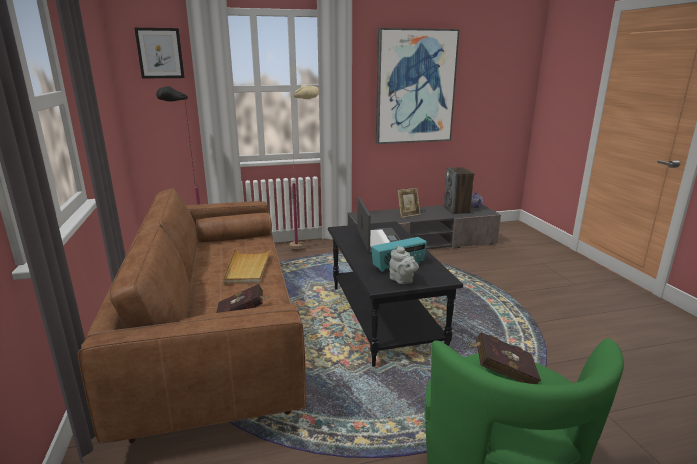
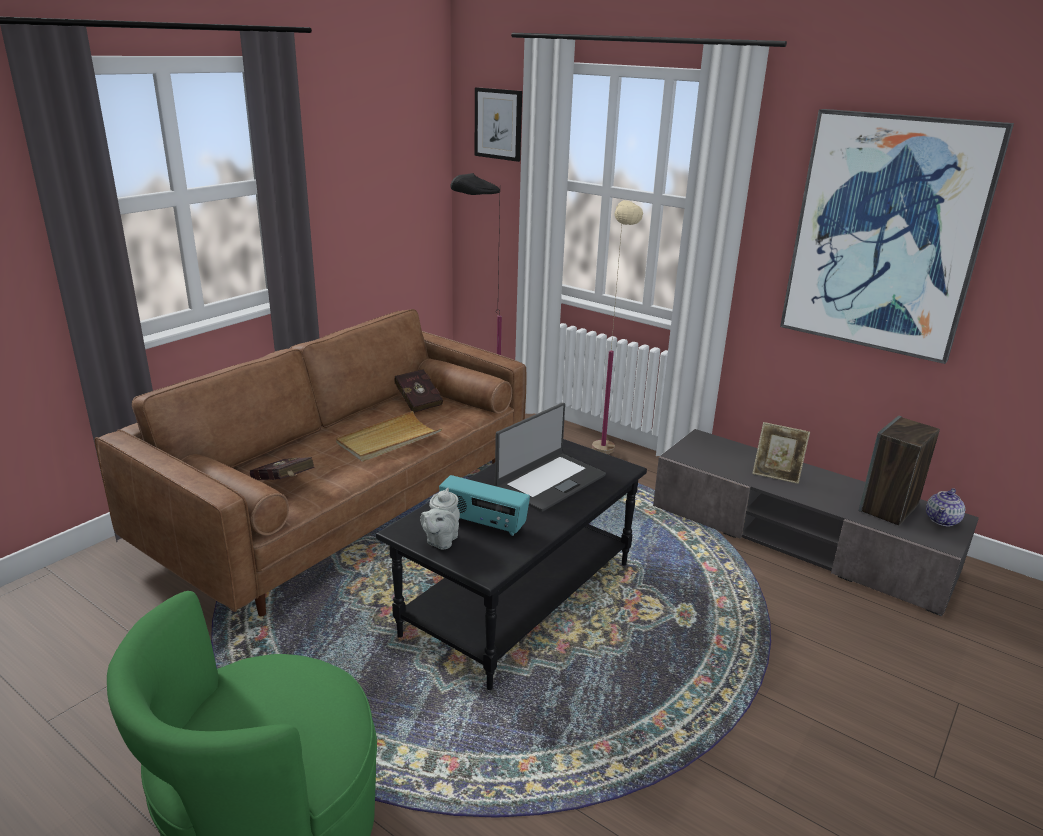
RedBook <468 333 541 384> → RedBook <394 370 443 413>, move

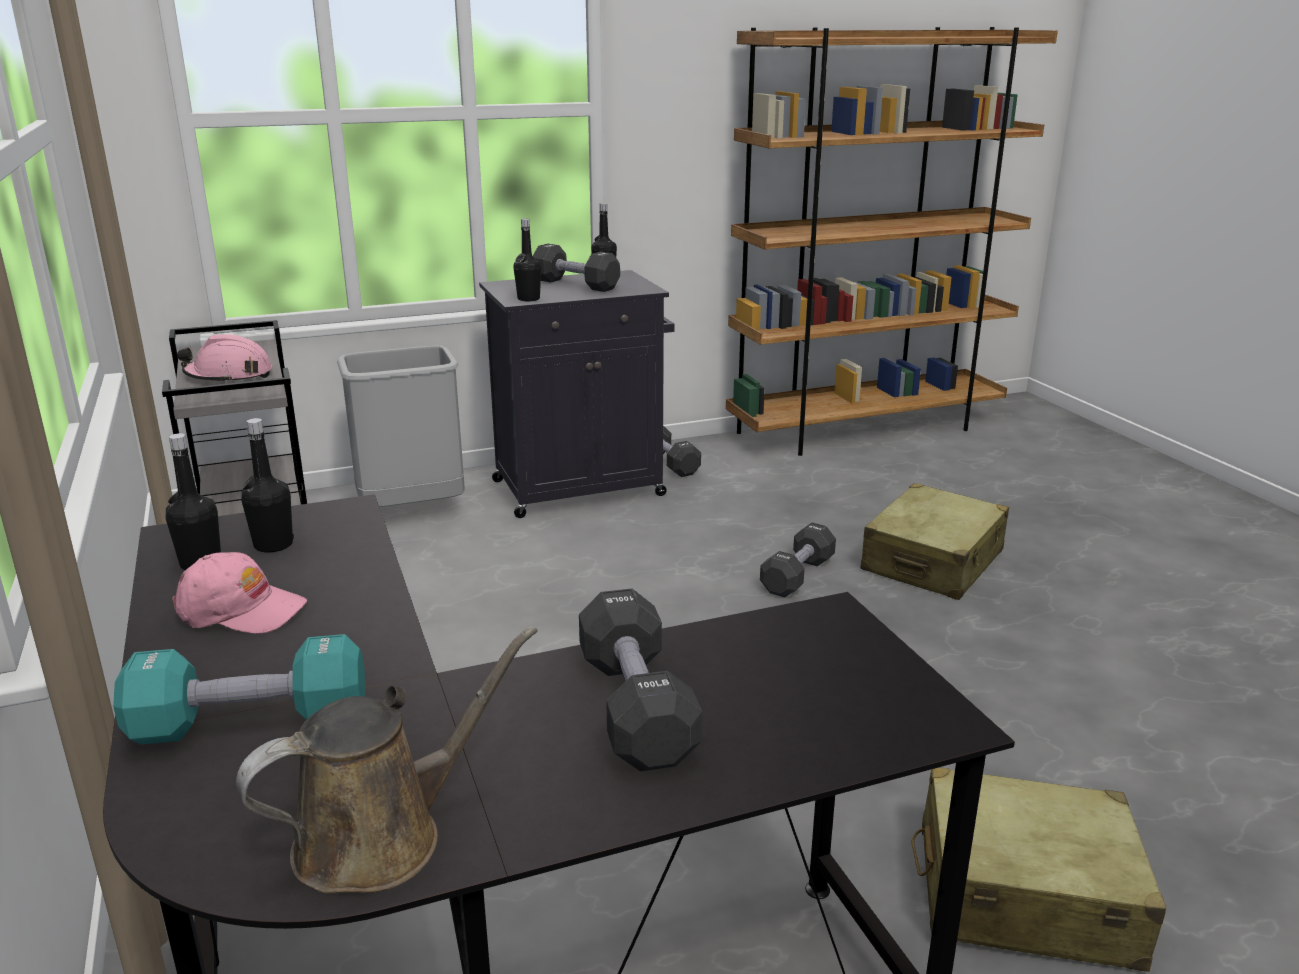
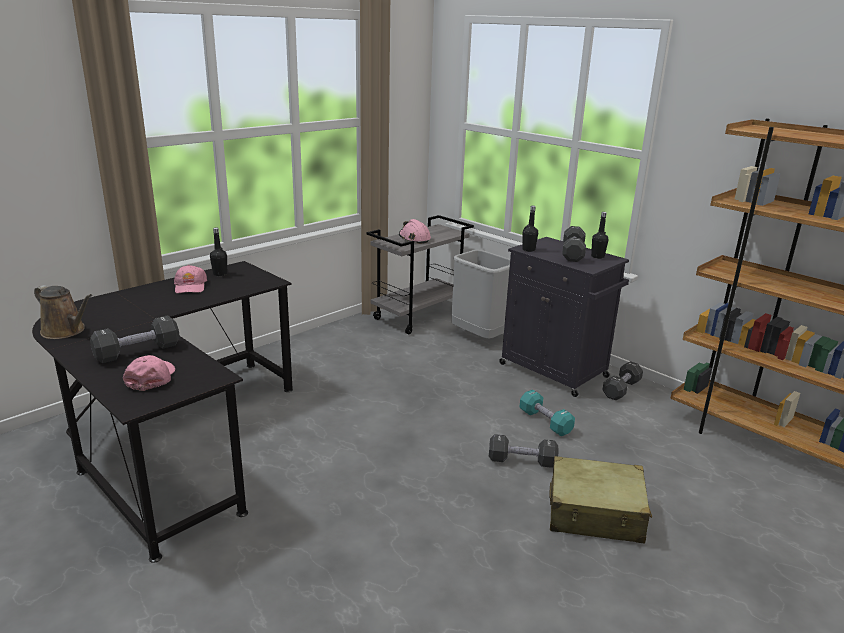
- → PinkCap <123 355 175 391>
TurquoiseDumbbell <113 634 365 745> → TurquoiseDumbbell <519 390 575 436>, move
BlackBottle <241 418 294 553> → -
BeigeSuitcase <912 767 1167 972> → -

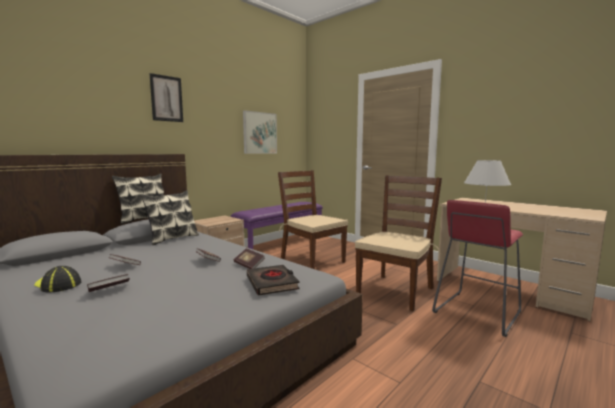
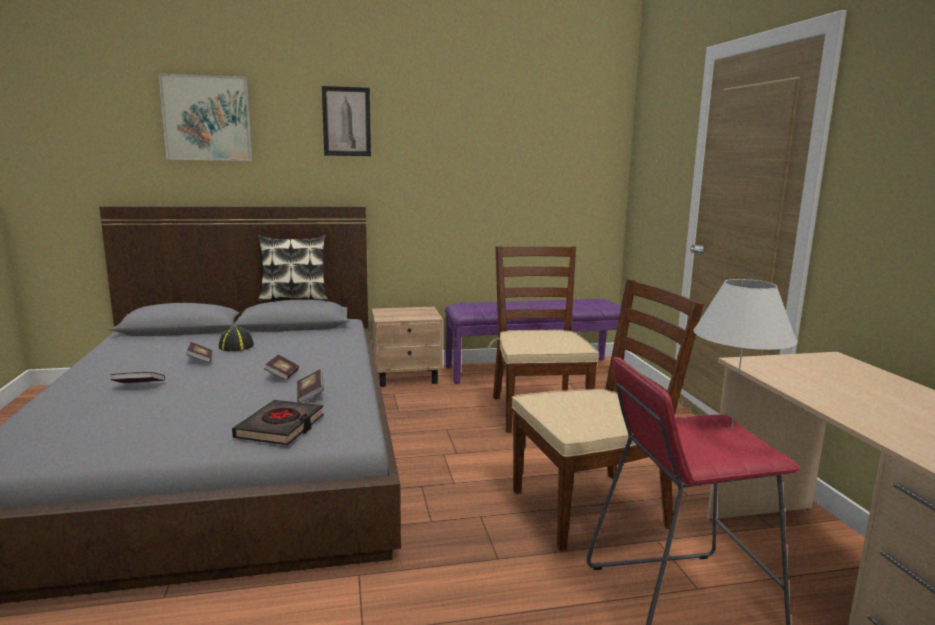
Picture <243 110 277 154> → Picture <158 74 252 161>, move
Cap <34 266 81 293> → Cap <219 326 254 351>, move
Pillow <140 190 199 245> → -

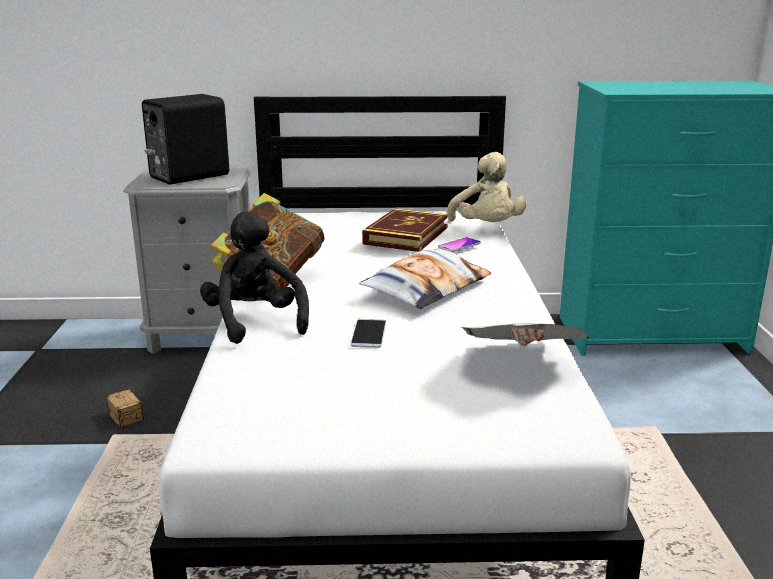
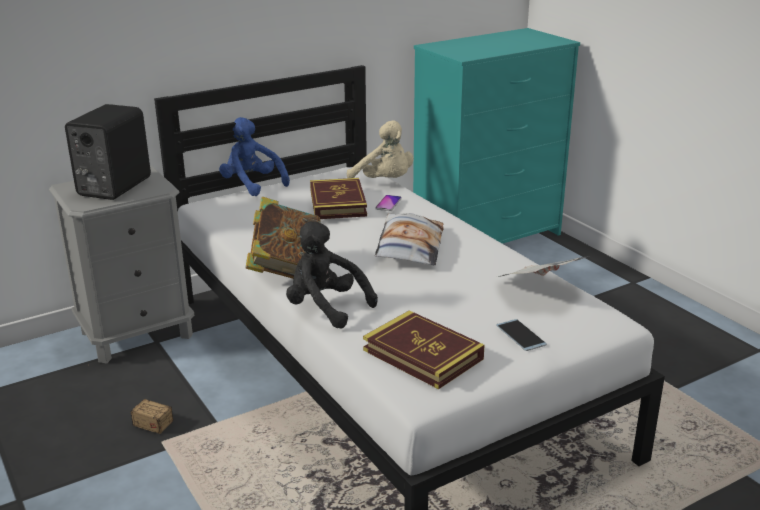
- → BluePlushToy <219 117 290 196>
- → Book <363 310 485 389>
Phone <351 319 386 348> → Phone <496 319 547 351>, move

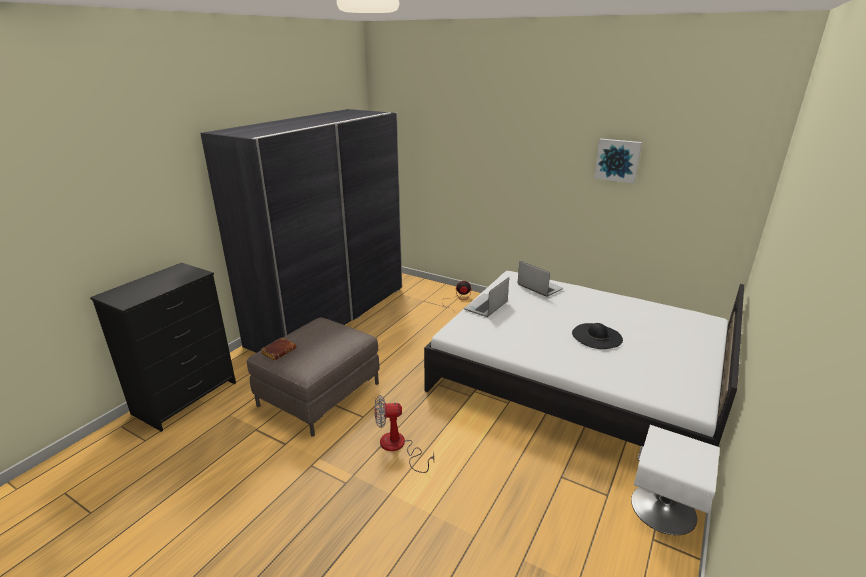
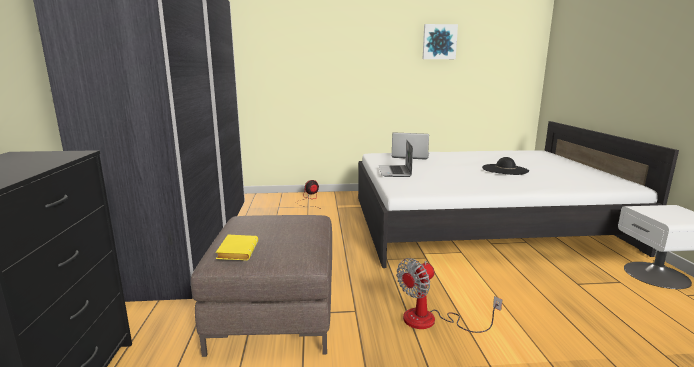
BrownBook <260 337 297 361> → YellowBook <216 235 258 260>

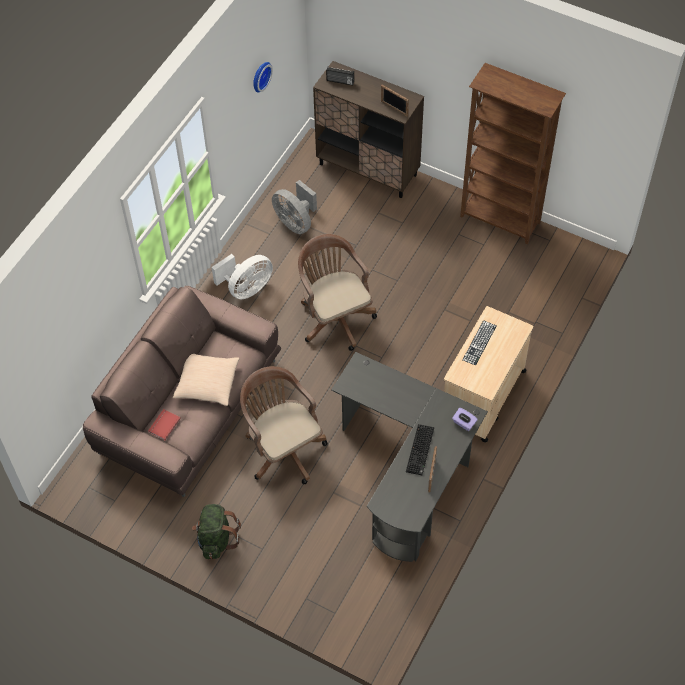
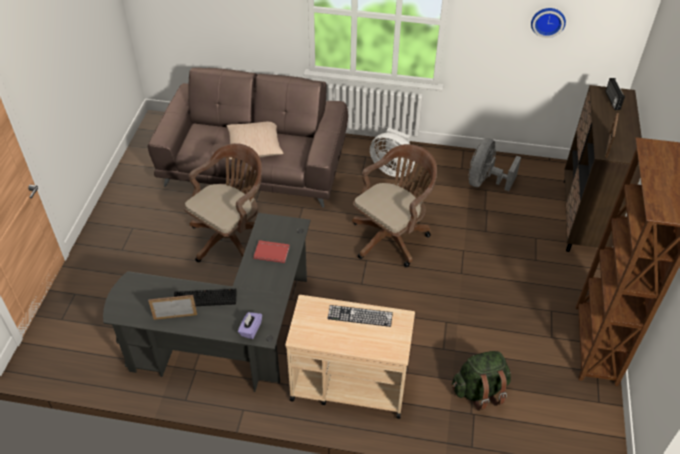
RedBook <148 409 181 440> → RedBook <253 240 290 263>, move
GreenBackpack <192 504 241 559> → GreenBackpack <452 351 511 411>, move

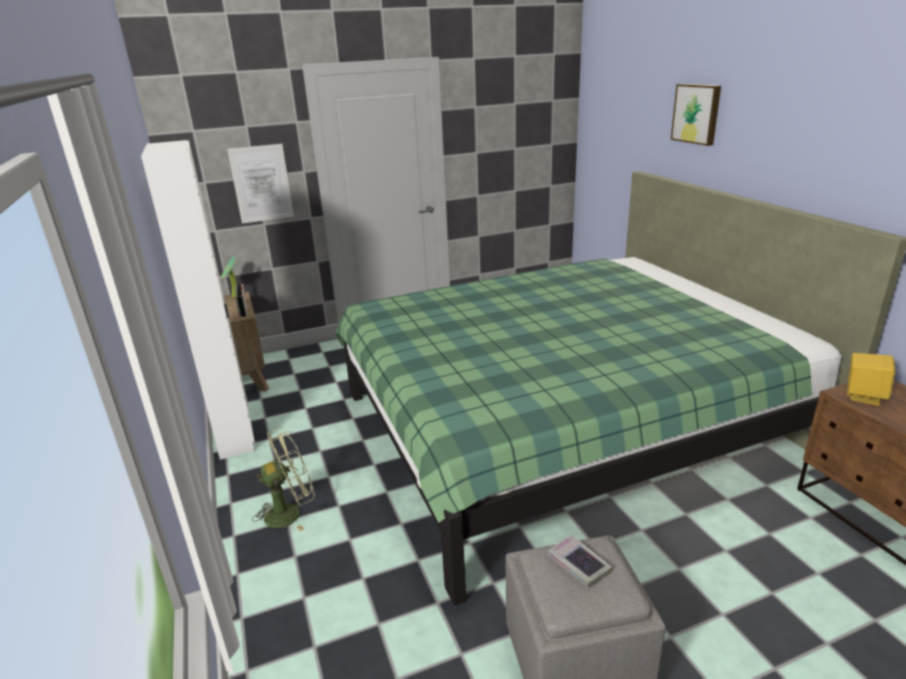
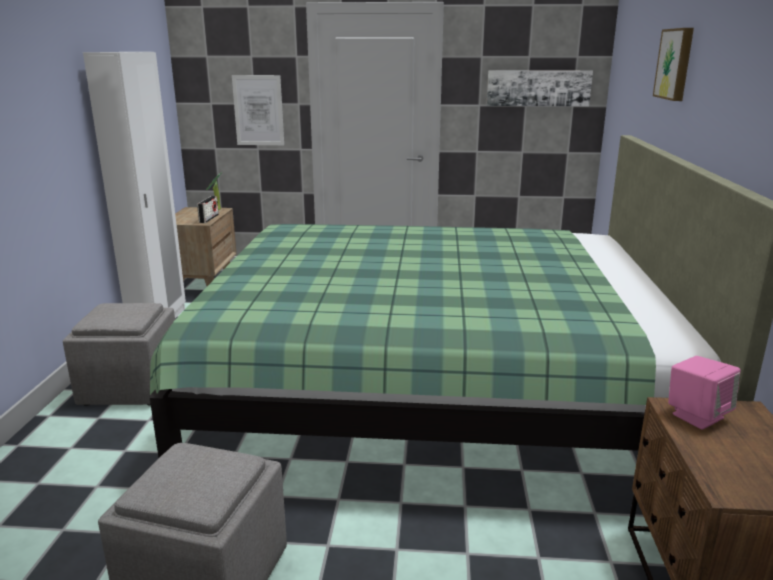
GreenFan <252 427 315 531> → GreyOttoman <63 303 175 406>
- → Picture <486 70 593 107>
YellowSpeaker <847 353 896 406> → PinkSpeaker <668 356 741 430>
Book <548 534 612 587> → -

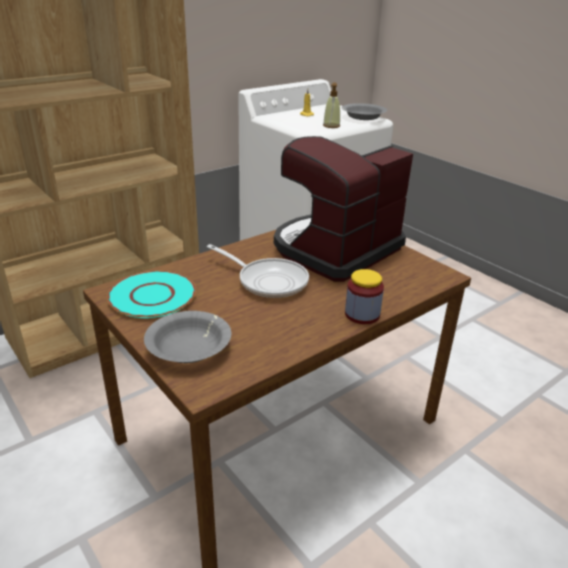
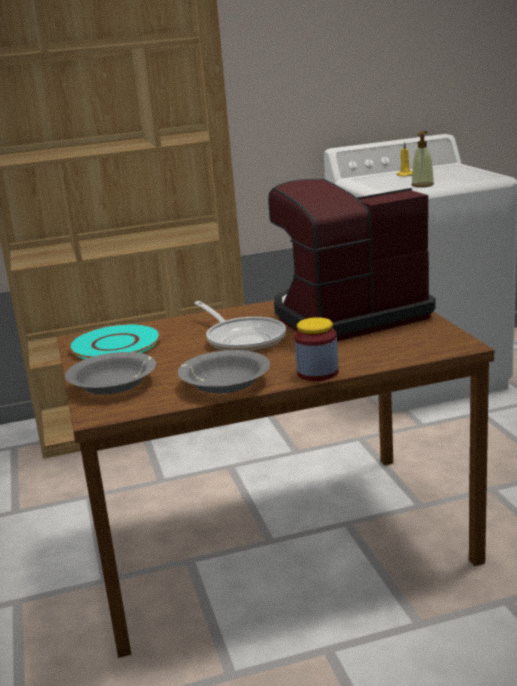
GreyBowl <341 103 387 120> → GreyBowl <178 350 270 394>, move

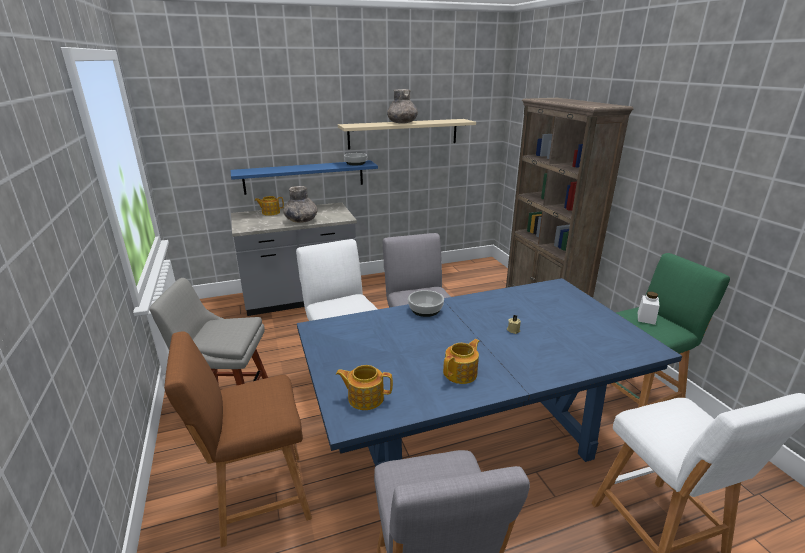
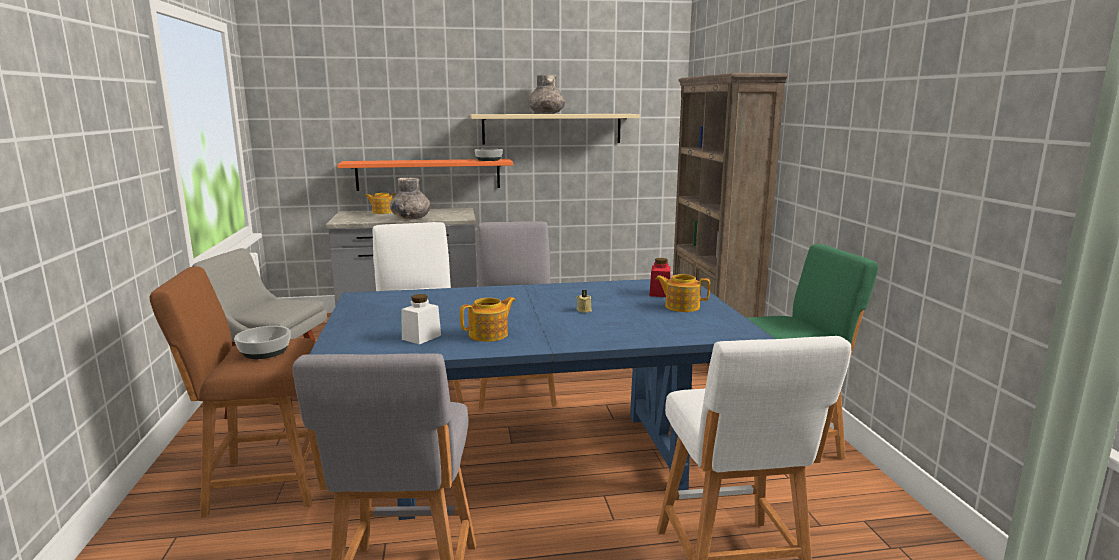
Bowl <408 290 444 317> → Bowl <234 326 291 359>, move
BlueShelf <230 160 378 195> → OrangeShelf <337 159 513 191>
WhiteJar <638 292 660 325> → WhiteJar <401 294 441 344>, move
- → RedJar <649 258 671 297>
Teapot <336 365 393 410> → Teapot <655 274 710 312>, move

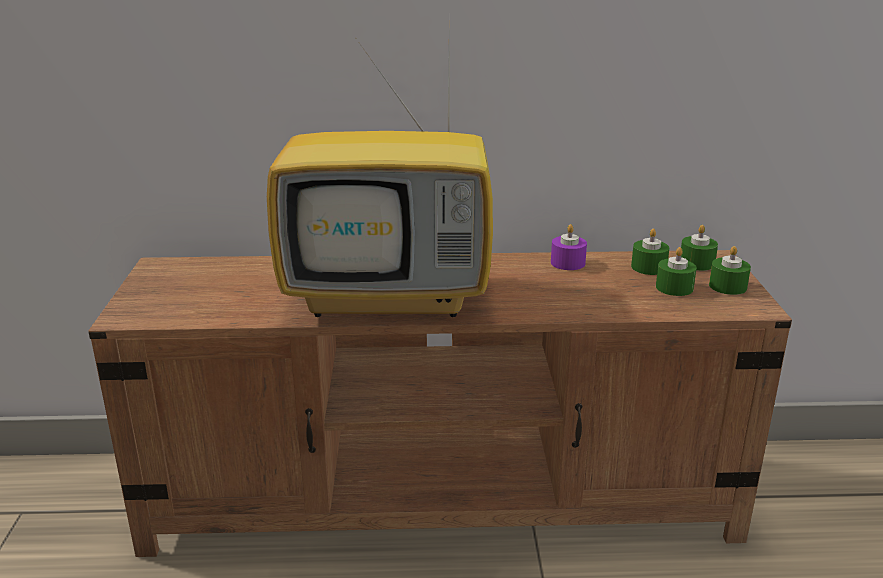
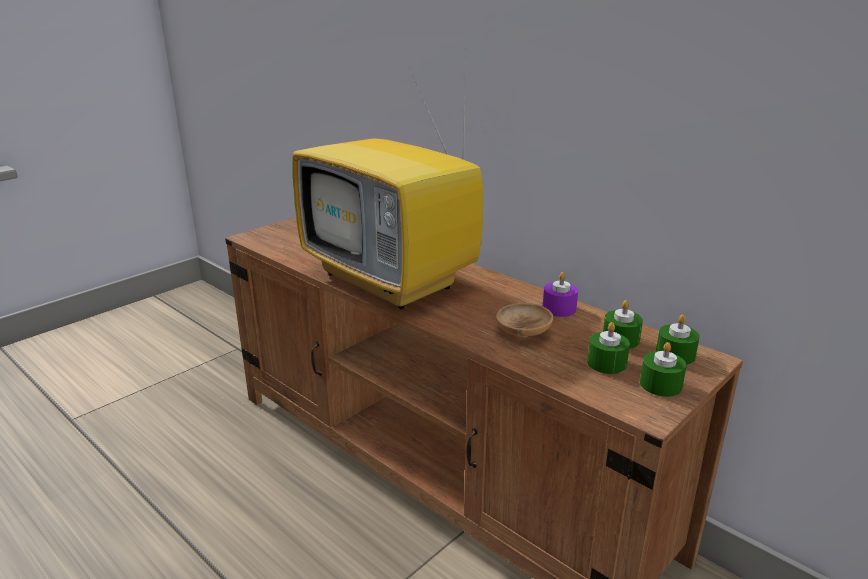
- → BrownBowl <496 303 553 337>

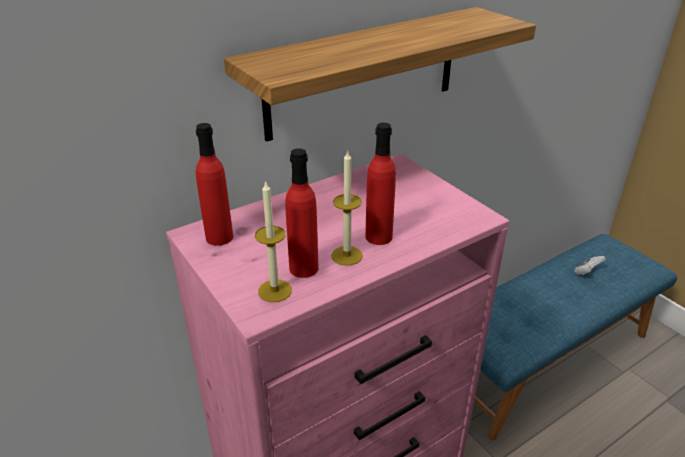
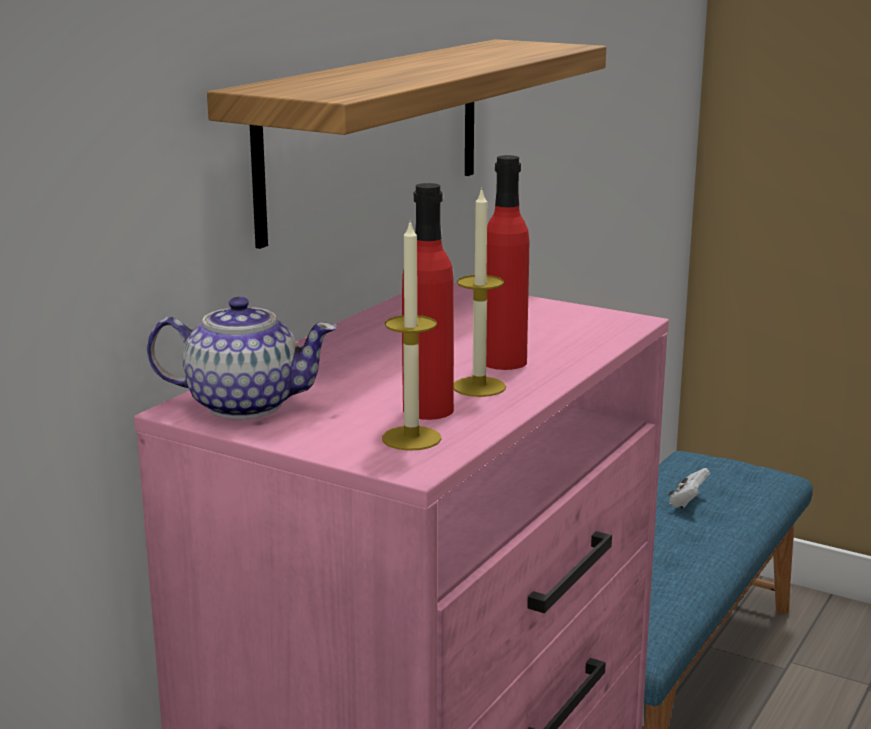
RedBottle <196 123 233 246> → Teapot <147 297 337 419>

